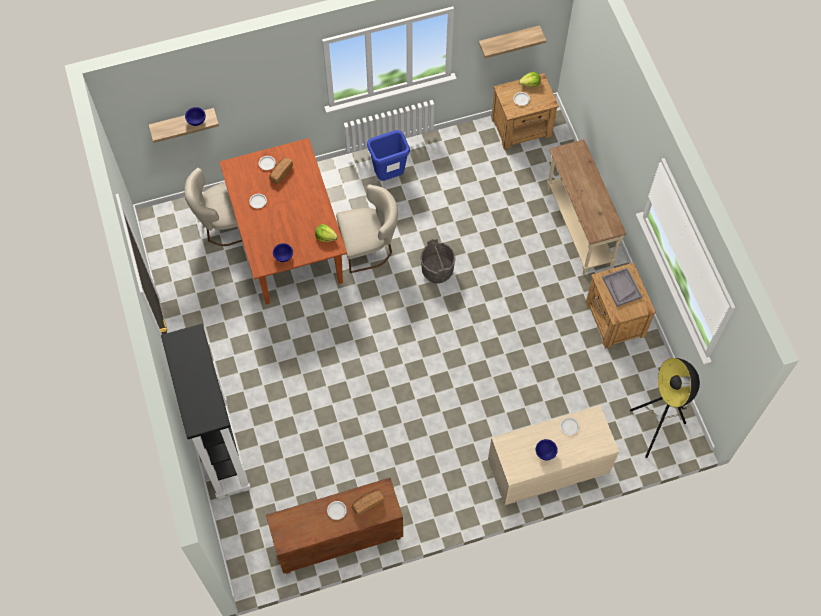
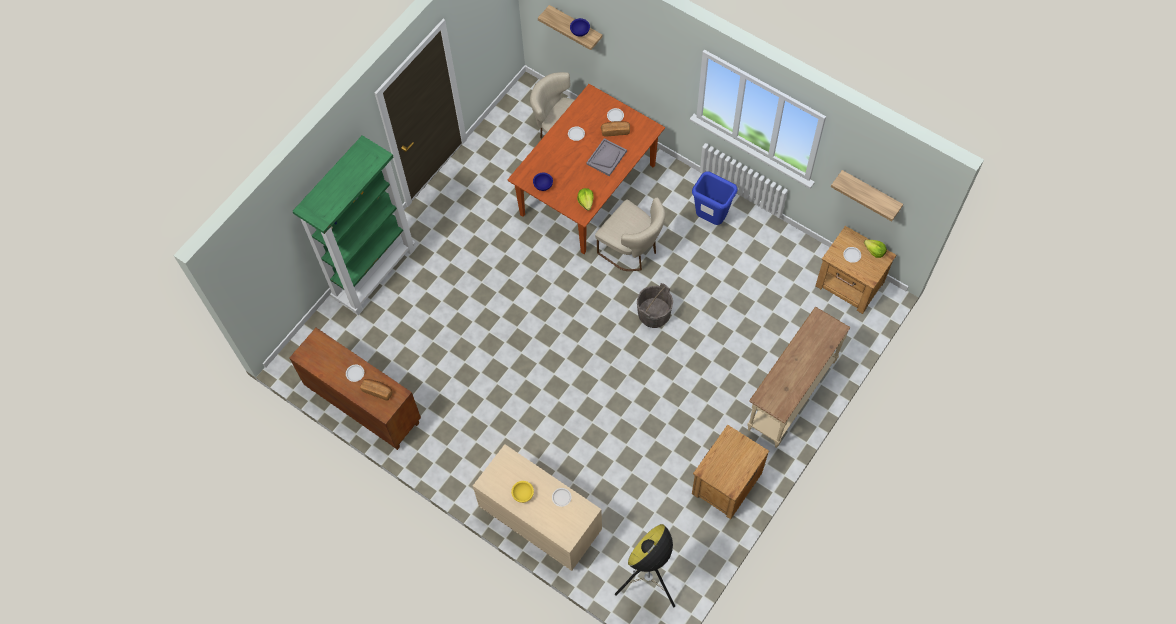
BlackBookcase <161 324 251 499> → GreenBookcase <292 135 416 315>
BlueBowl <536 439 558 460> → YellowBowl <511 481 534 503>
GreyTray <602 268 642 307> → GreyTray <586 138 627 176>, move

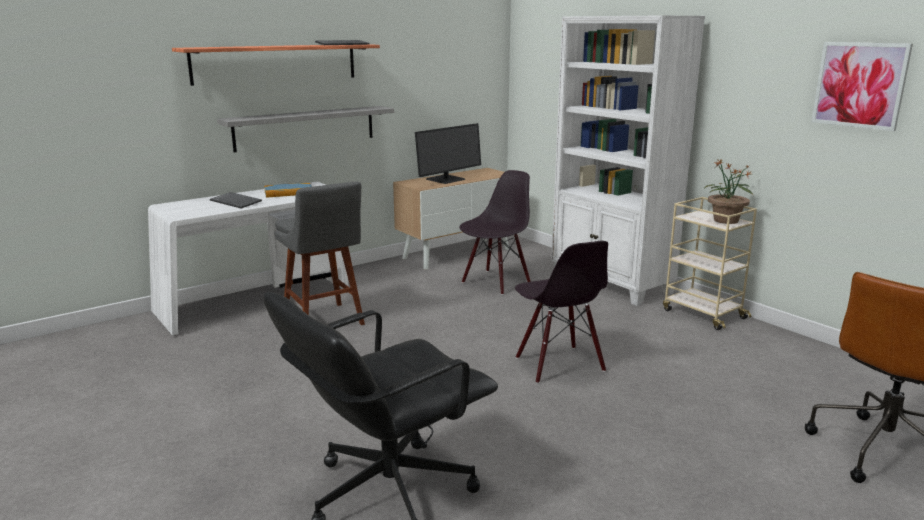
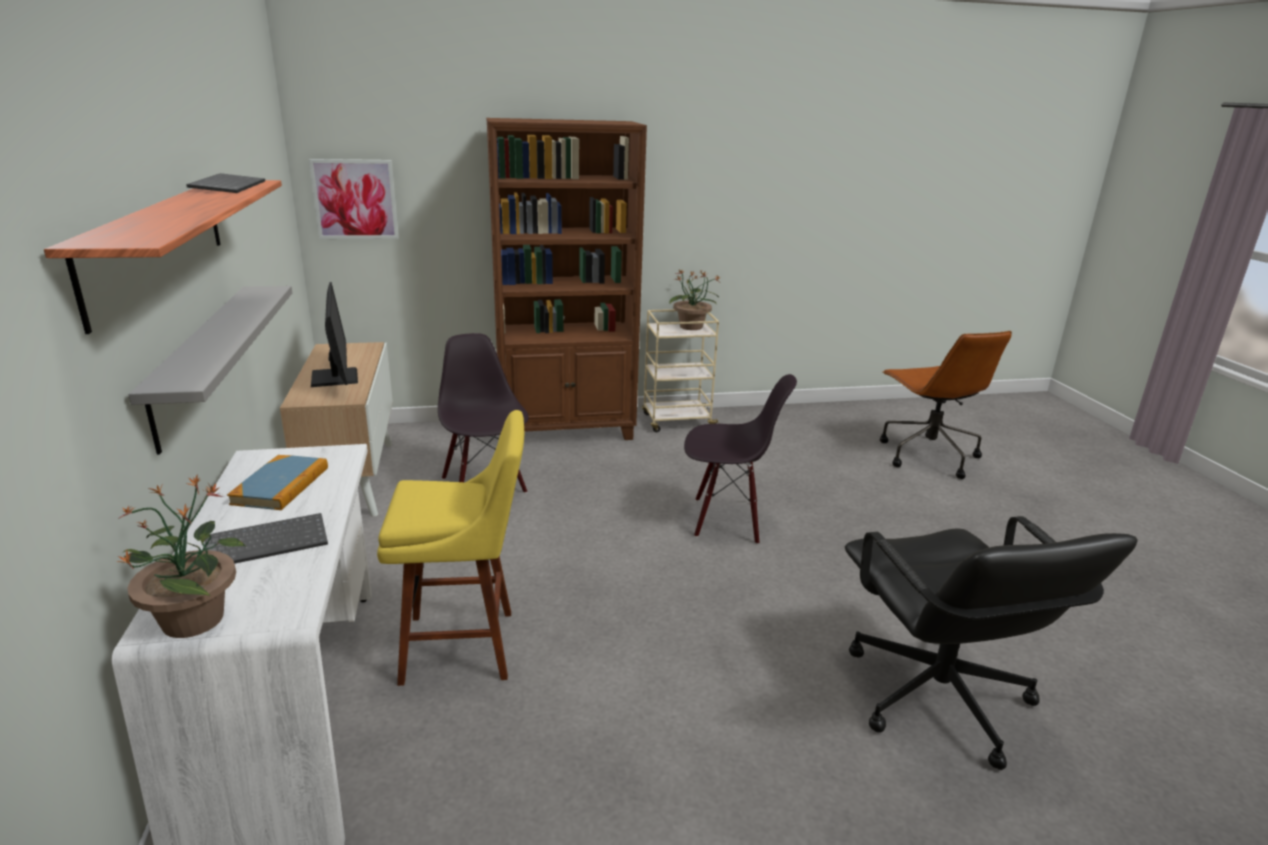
- → PottedPlant <116 476 246 638>
Picture <811 42 913 131> → Picture <309 159 399 239>, move
GreyStool <274 182 365 325> → YellowStool <377 410 524 686>
WhiteBookcase <551 15 705 306> → BrownBookcase <486 118 647 440>

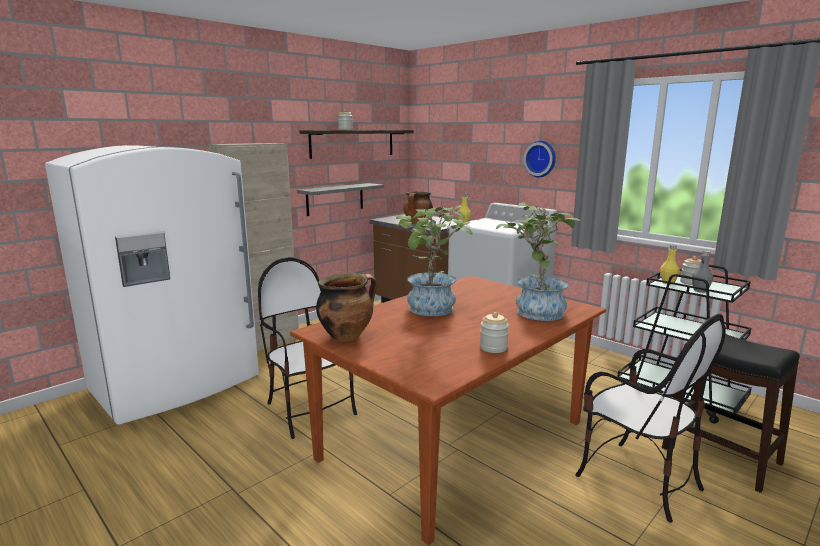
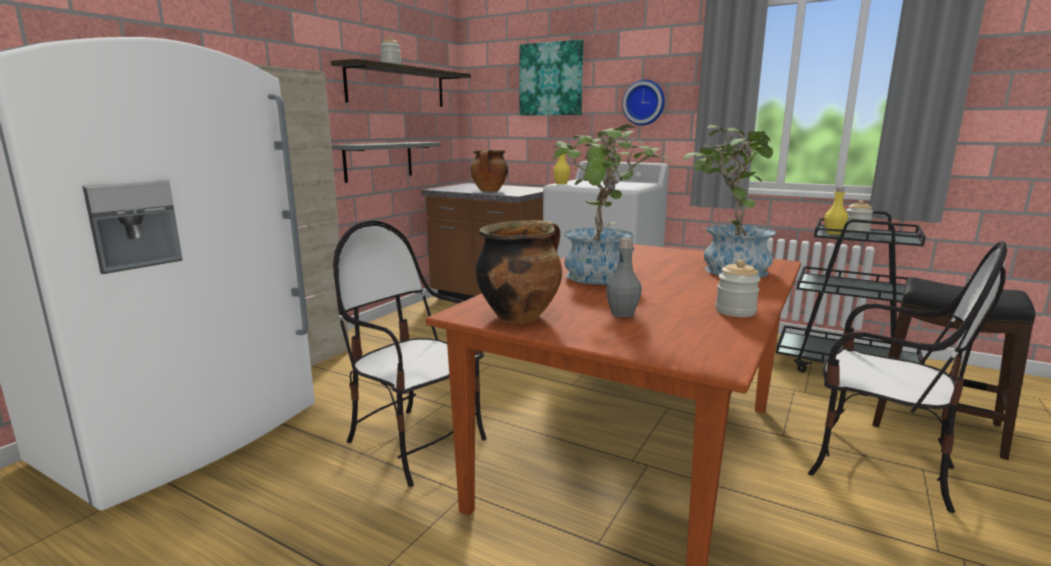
- → Picture <519 39 584 116>
GreyBottle <692 251 713 293> → GreyBottle <606 238 642 318>, move

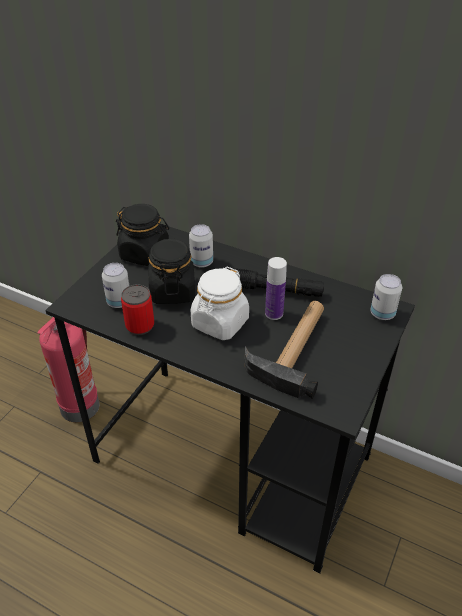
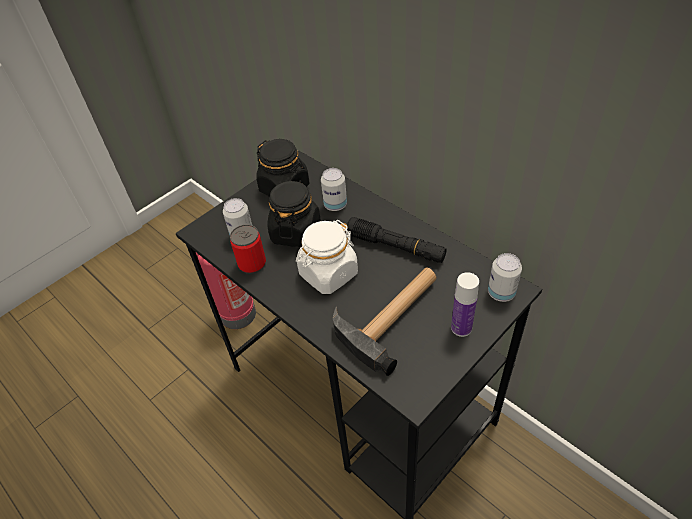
Bottle <265 257 287 320> → Bottle <451 272 479 337>, move

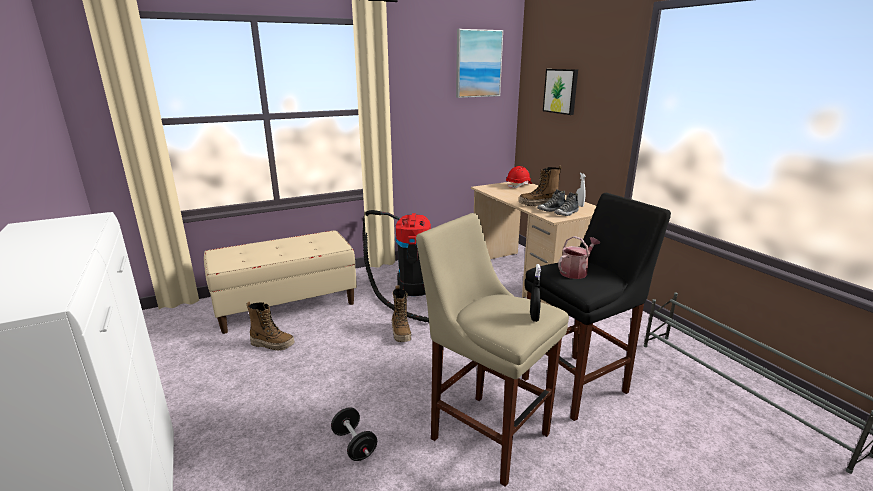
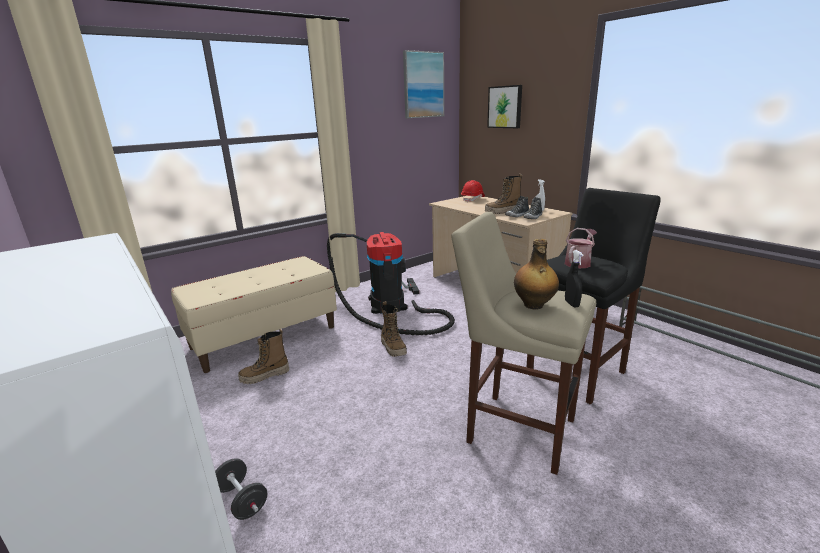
BlackDumbbell <331 407 377 461> → BlackDumbbell <215 458 267 520>, move
Boot <247 302 295 351> → Boot <238 329 289 384>, 150 degrees clockwise
- → Bottle <514 239 559 310>

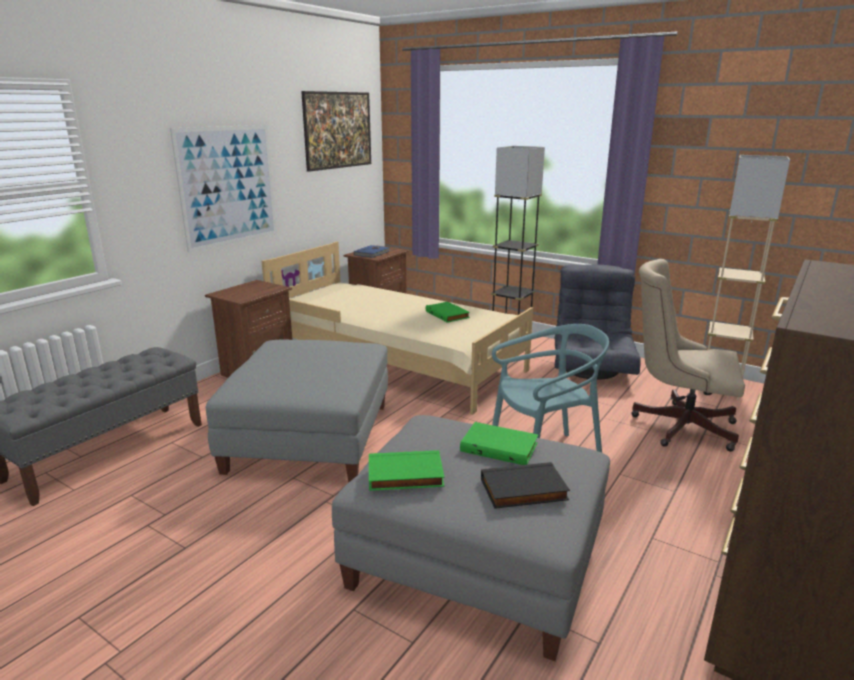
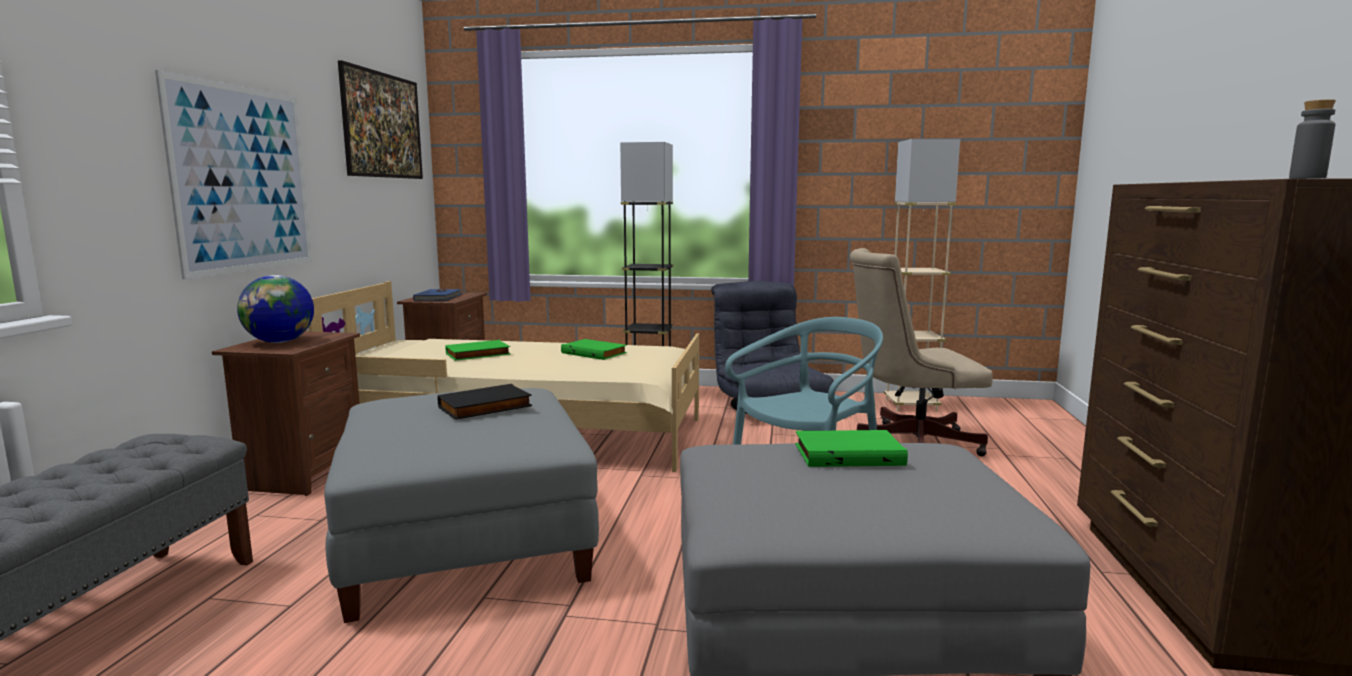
- → Globe <237 275 314 343>
BlackBook <481 462 570 509> → BlackBook <438 384 532 420>, move
GreenBook <369 450 444 491> → GreenBook <446 340 510 361>, move
- → GreyBottle <1289 99 1336 179>

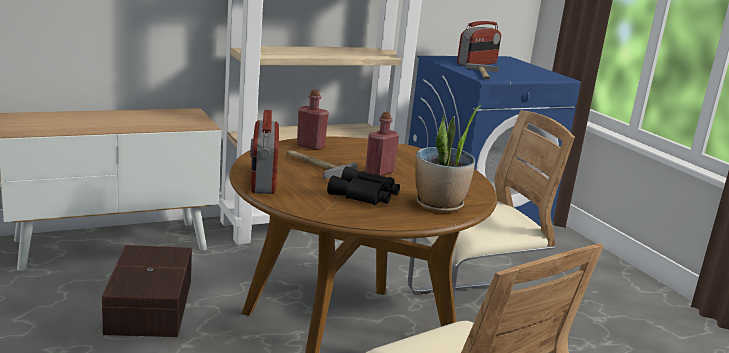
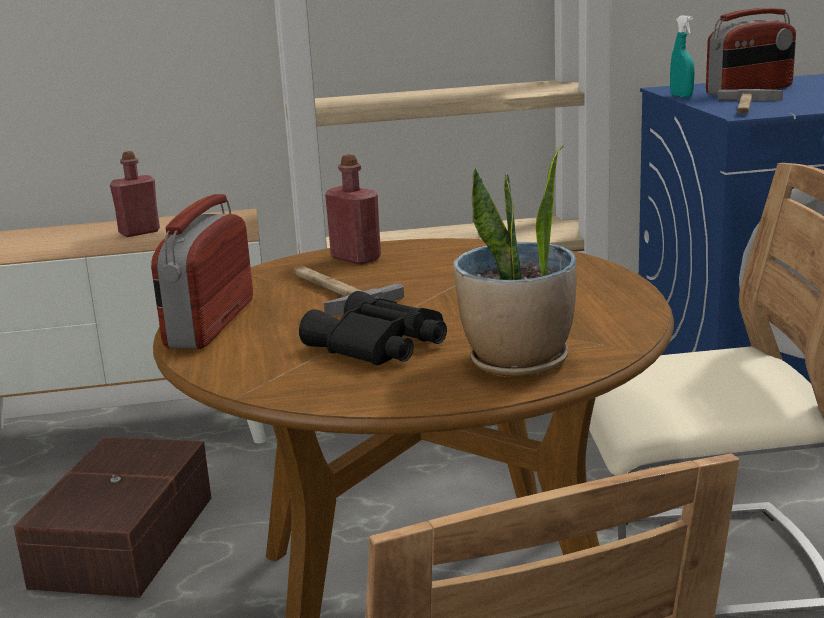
RedBottle <365 112 399 176> → RedBottle <110 151 160 237>, move
- → TurquoiseSprayBottle <670 16 695 98>

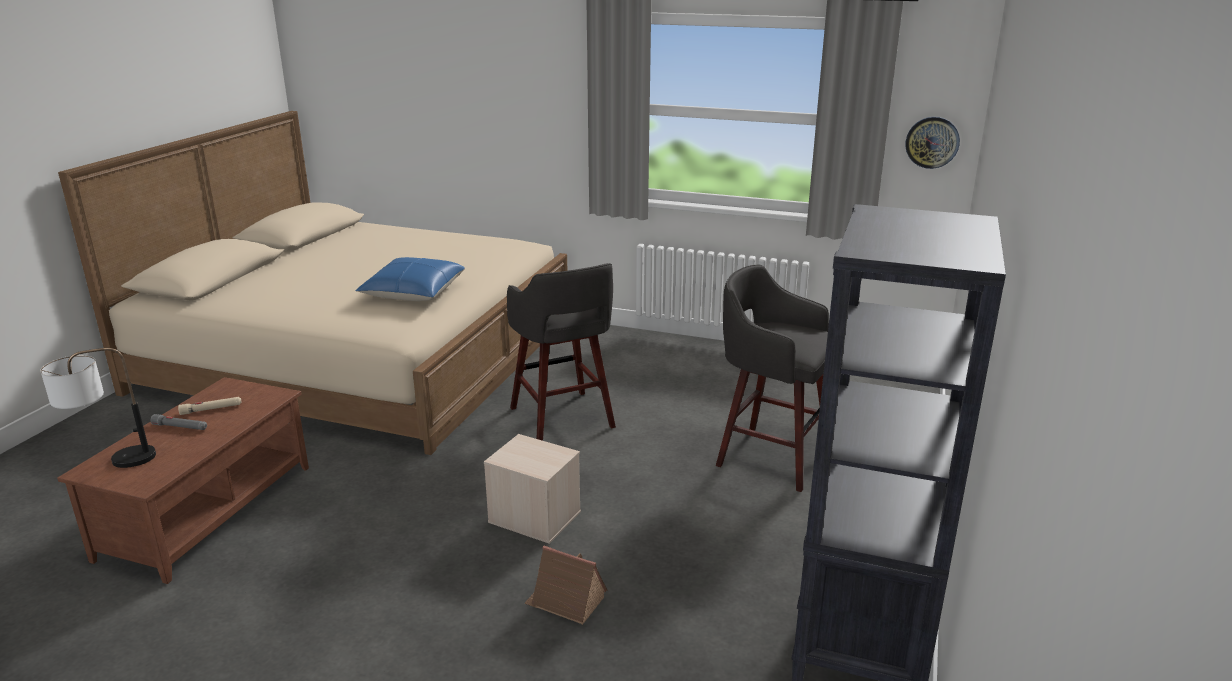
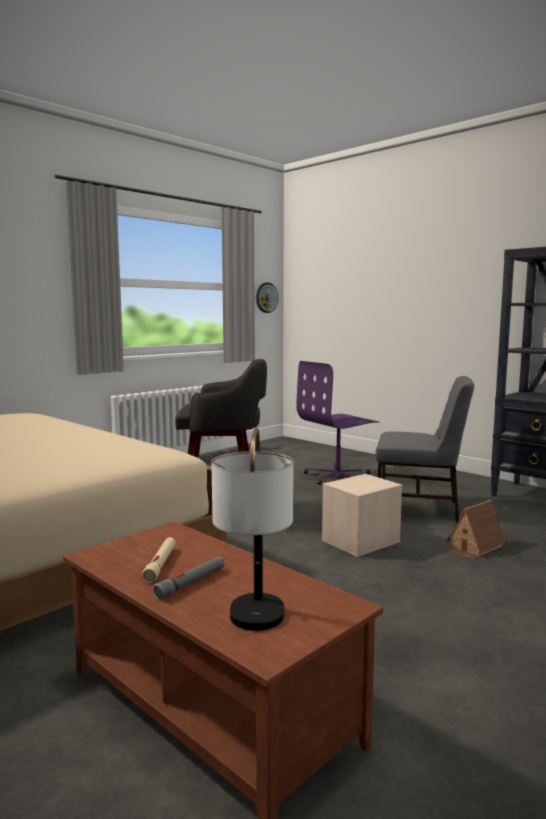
GreyStool <716 265 829 492> → PurpleOfficeChair <296 361 379 485>
- → GreyChair <375 376 474 523>
BluePillow <355 257 465 301> → -

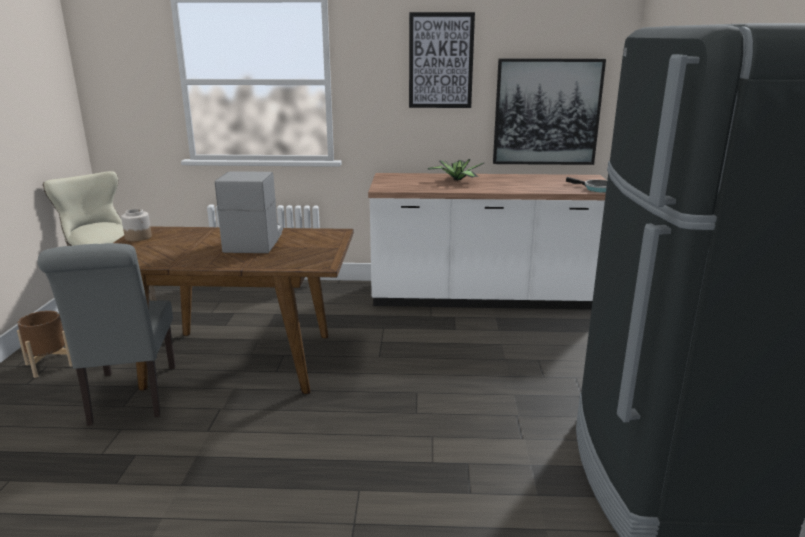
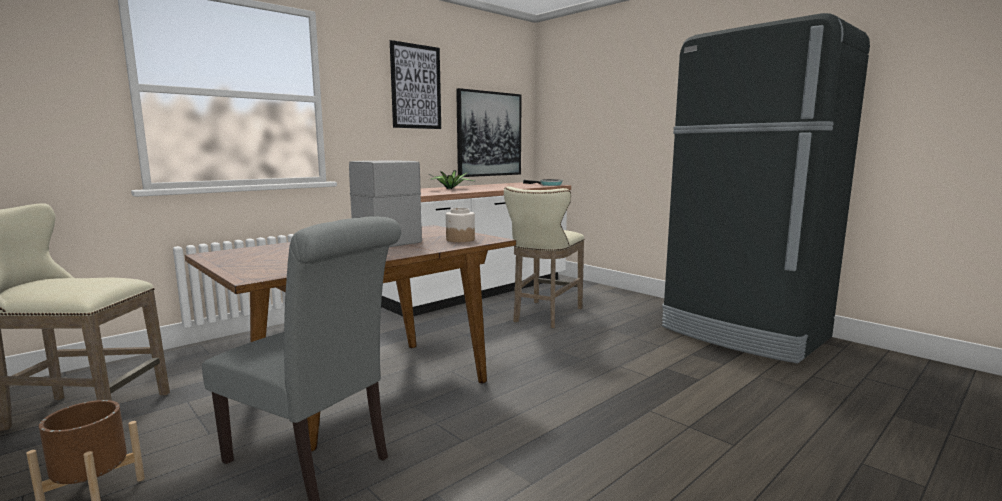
Jar <121 209 152 241> → Jar <446 208 475 242>, move
- → BeigeStool <504 186 585 328>

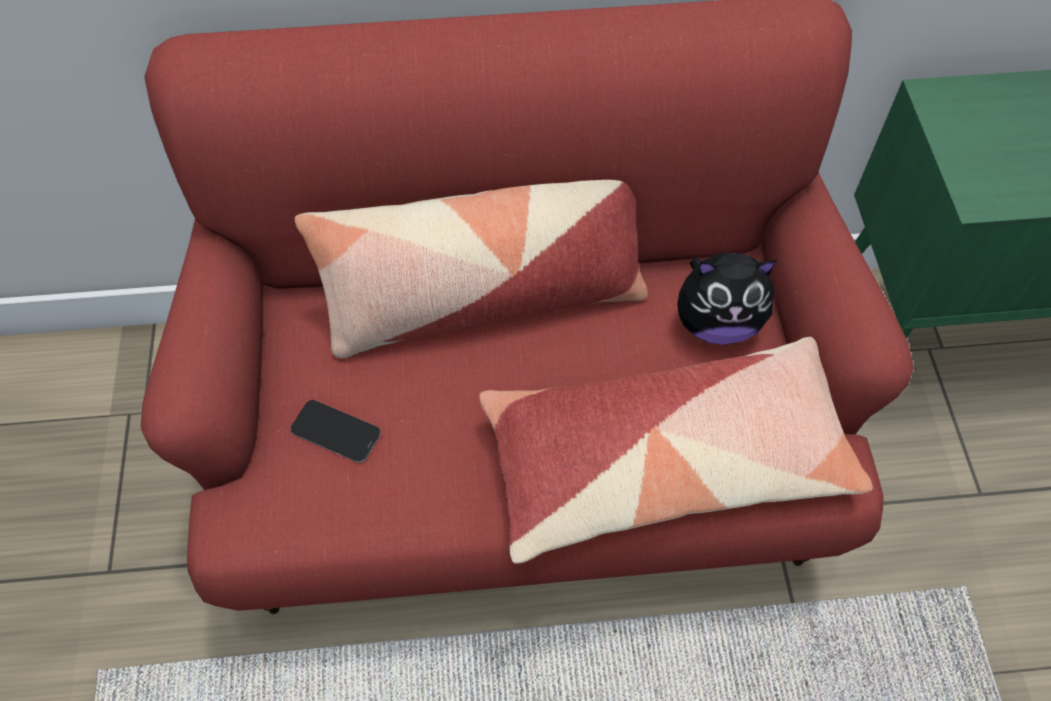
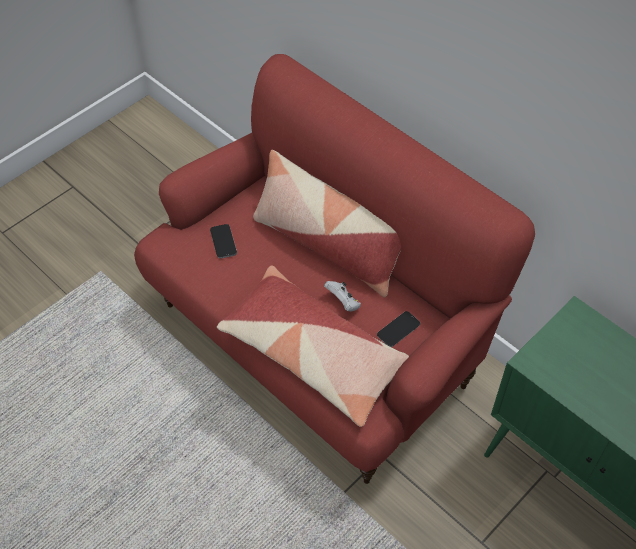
- → WhiteGameController <324 281 361 312>
PlushToy <677 253 777 345> → Phone <377 311 420 347>

